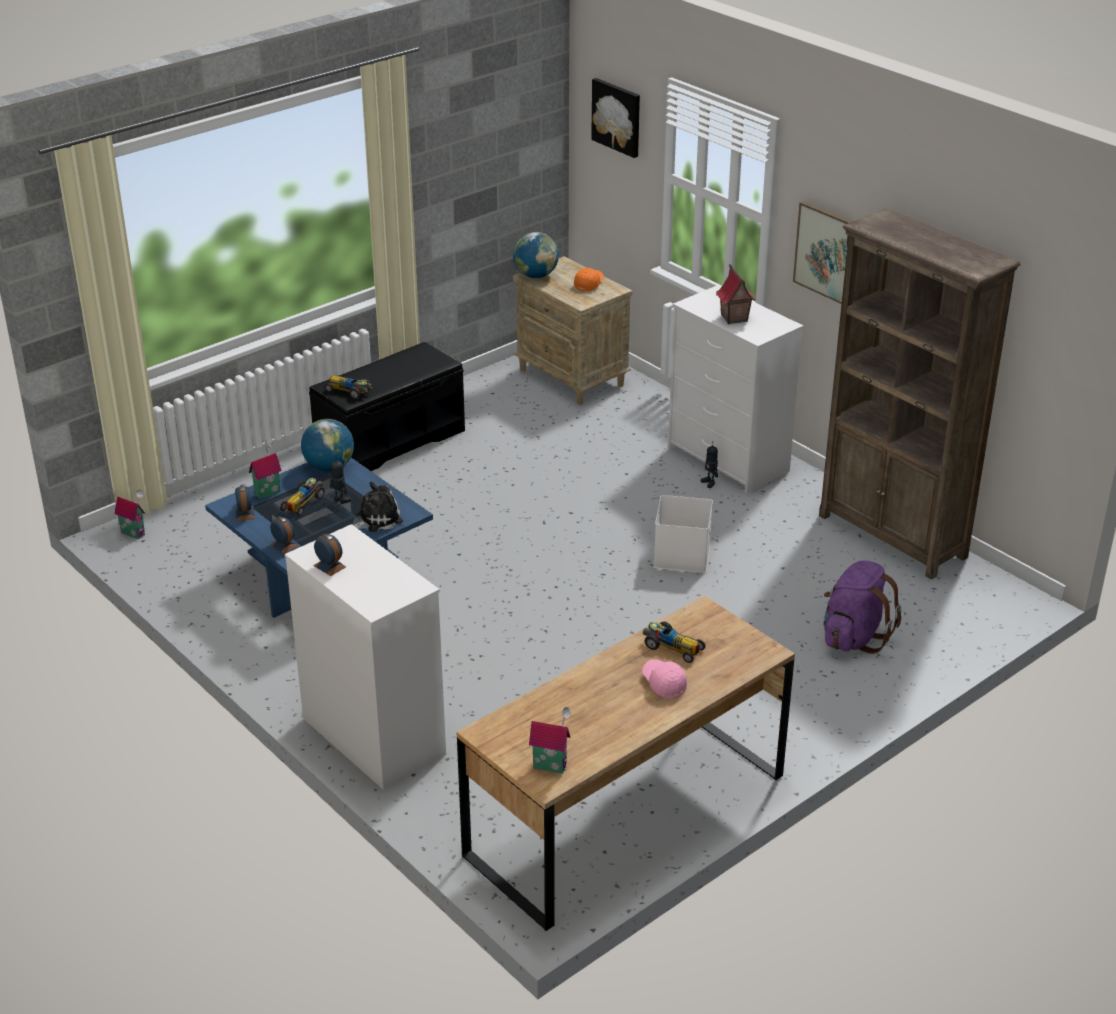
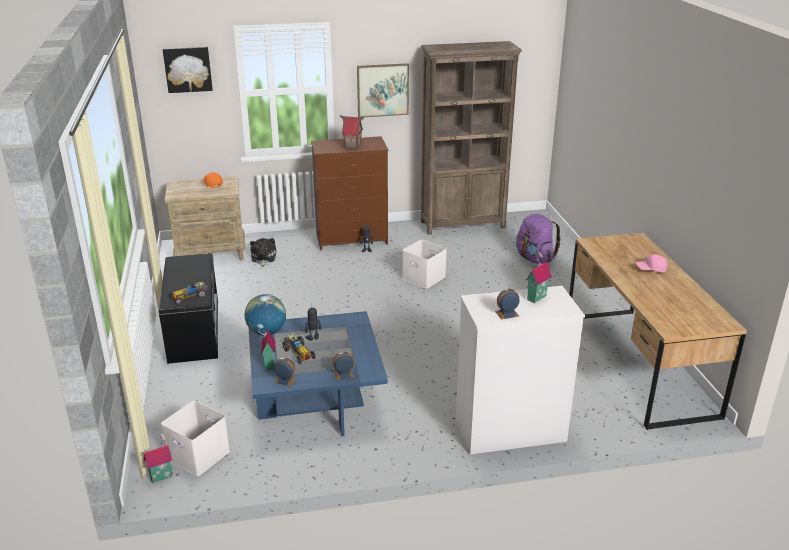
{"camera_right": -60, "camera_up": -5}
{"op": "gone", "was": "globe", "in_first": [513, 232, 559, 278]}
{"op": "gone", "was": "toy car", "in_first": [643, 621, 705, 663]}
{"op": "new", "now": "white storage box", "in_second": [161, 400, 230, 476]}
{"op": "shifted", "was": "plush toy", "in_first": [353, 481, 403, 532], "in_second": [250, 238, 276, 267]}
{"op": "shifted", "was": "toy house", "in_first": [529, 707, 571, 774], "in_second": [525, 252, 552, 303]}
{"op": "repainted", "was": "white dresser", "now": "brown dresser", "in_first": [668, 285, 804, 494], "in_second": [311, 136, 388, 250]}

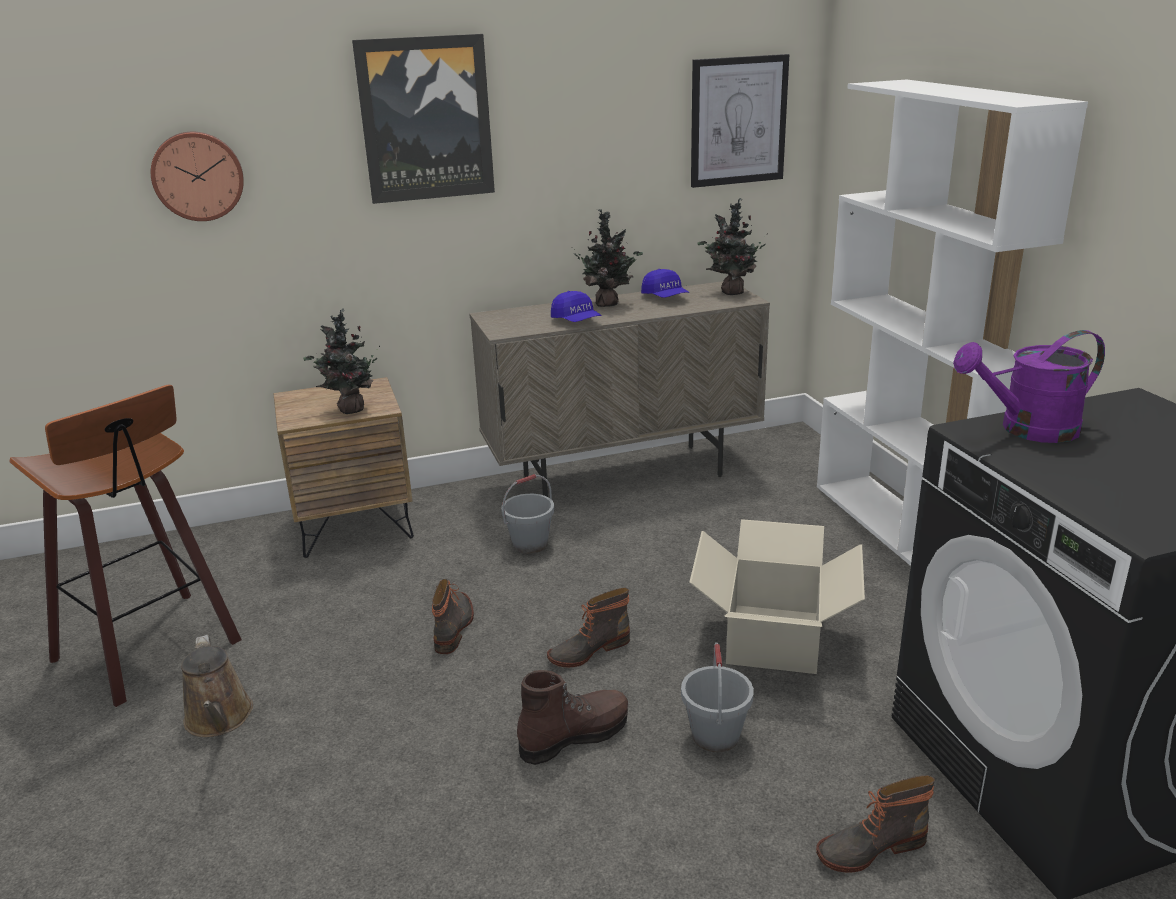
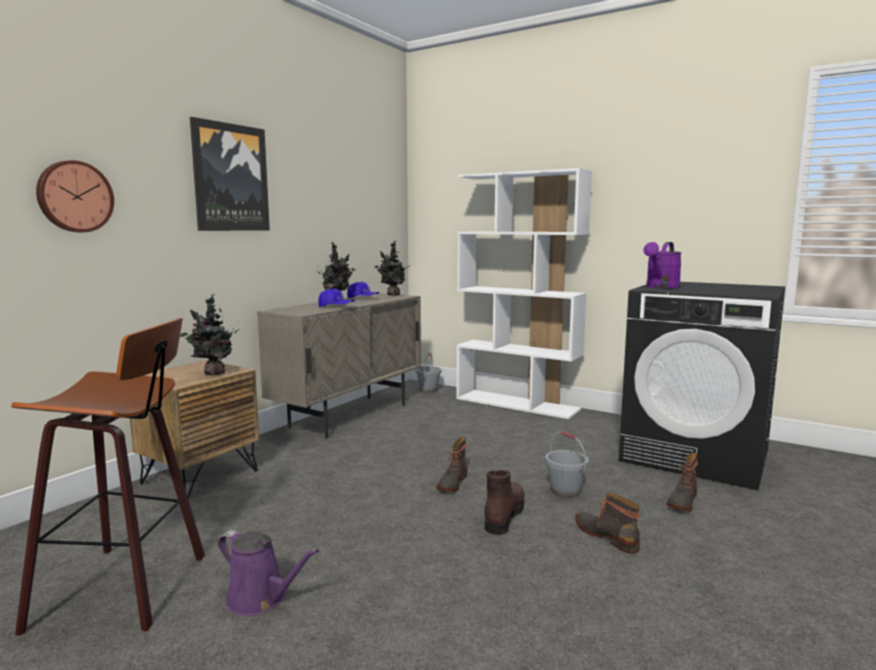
{"camera_right": -40, "camera_up": -15}
{"op": "gone", "was": "cardboard box", "in_first": [689, 519, 865, 674]}
{"op": "gone", "was": "picture", "in_first": [691, 54, 789, 188]}
{"op": "shifted", "was": "boot", "in_first": [432, 579, 474, 654], "in_second": [575, 493, 640, 554]}
{"op": "shifted", "was": "grey bucket", "in_first": [501, 474, 554, 553], "in_second": [416, 353, 441, 393]}
{"op": "repainted", "was": "brown watering can", "now": "purple watering can", "in_first": [181, 635, 253, 737], "in_second": [218, 530, 319, 616]}

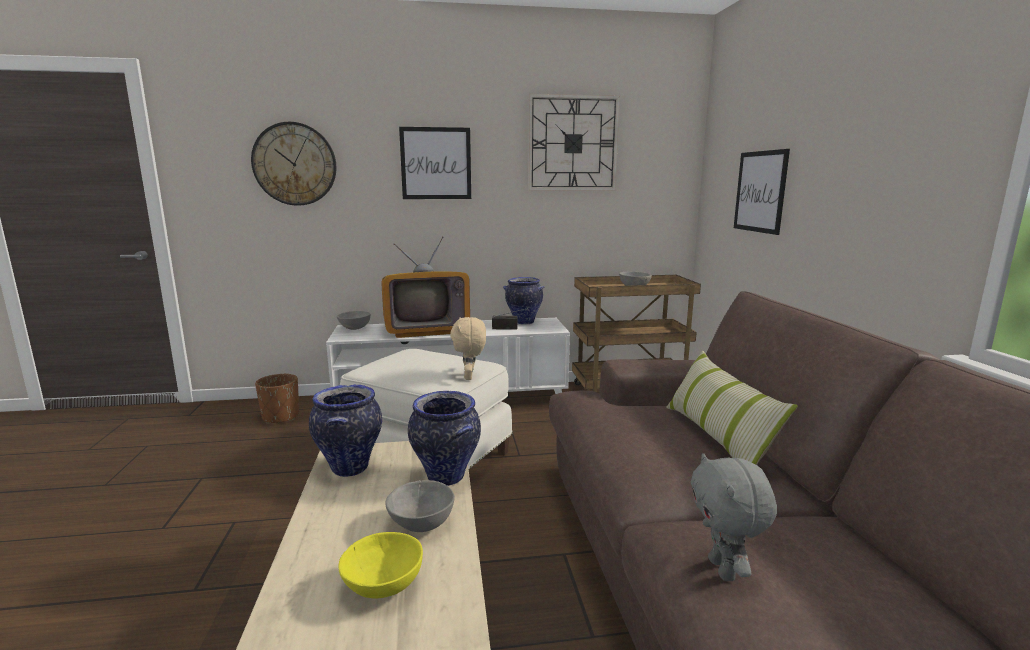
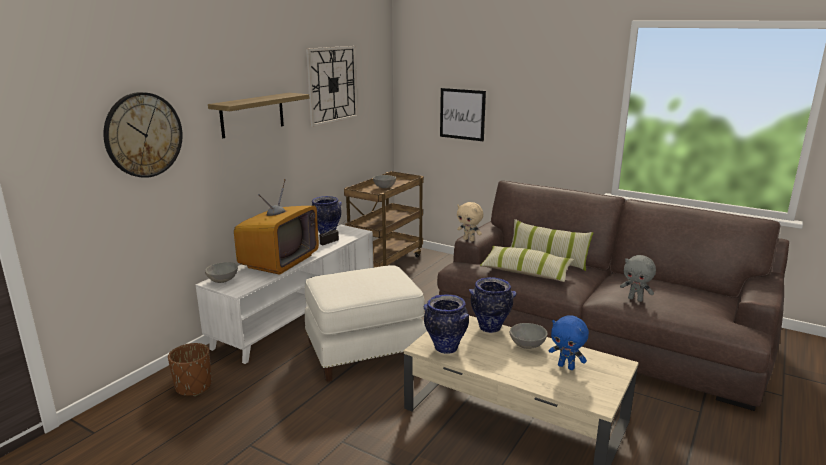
{"camera_right": -50, "camera_up": 5}
{"op": "new", "now": "pillow", "in_second": [480, 246, 574, 282]}
{"op": "shifted", "was": "beige plush toy", "in_first": [450, 317, 486, 380], "in_second": [457, 202, 483, 242]}
{"op": "swapped", "was": "yellow bowl", "now": "blue plush toy", "in_first": [339, 532, 423, 598], "in_second": [549, 315, 589, 370]}
{"op": "swapped", "was": "picture", "now": "shelf", "in_first": [399, 127, 471, 199], "in_second": [208, 93, 309, 138]}

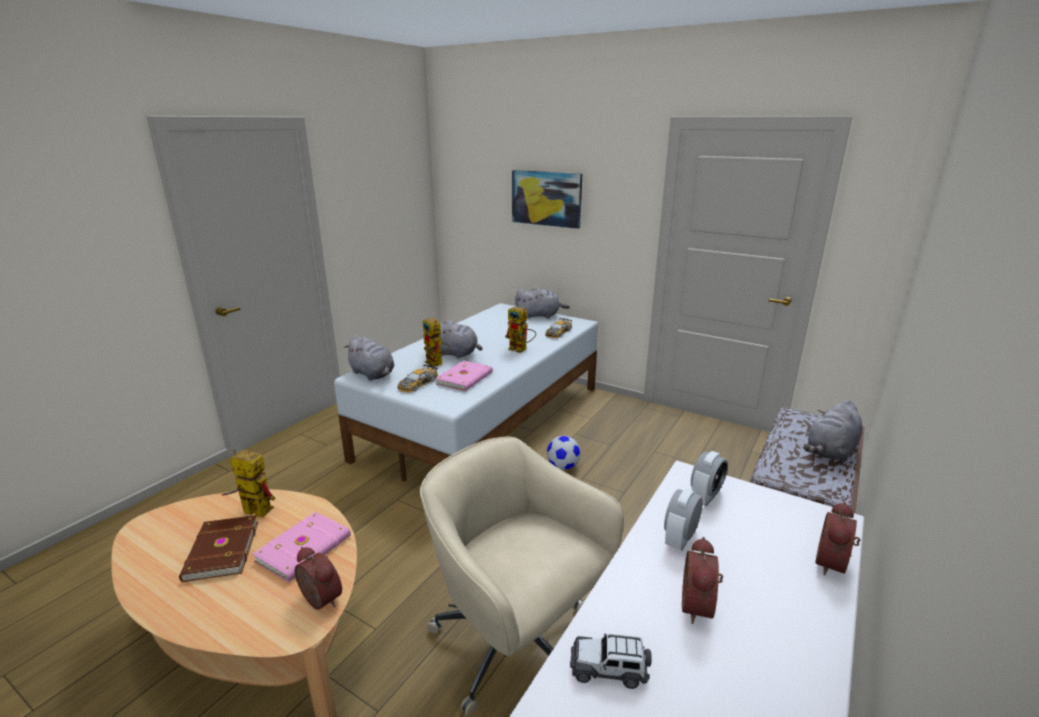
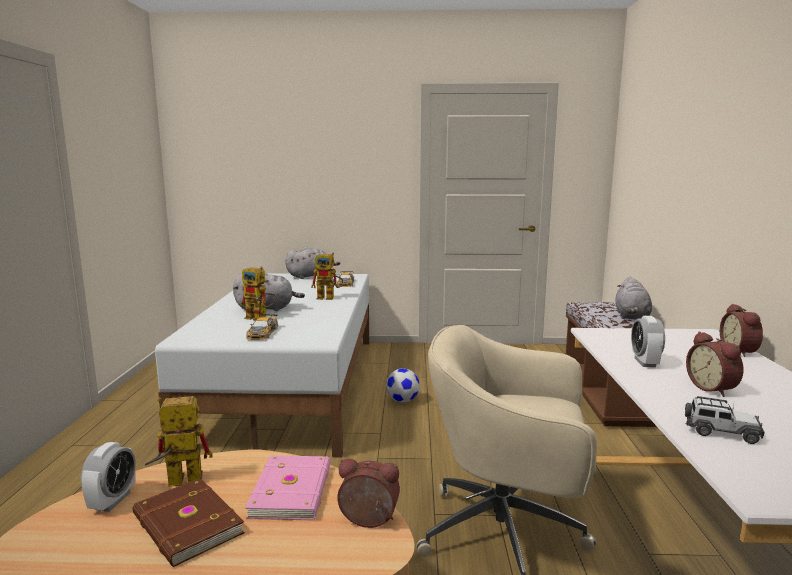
{"camera_right": -30, "camera_up": -10}
{"op": "gone", "was": "grey plush toy", "in_first": [344, 335, 395, 381]}
{"op": "gone", "was": "pink book", "in_first": [435, 360, 493, 392]}
{"op": "gone", "was": "picture", "in_first": [512, 170, 582, 229]}
{"op": "shifted", "was": "alarm clock", "in_first": [691, 451, 728, 506], "in_second": [81, 442, 136, 512]}
{"op": "rotated", "was": "toy car", "in_first": [570, 633, 652, 689], "in_second": [685, 396, 765, 444], "clockwise": -135}

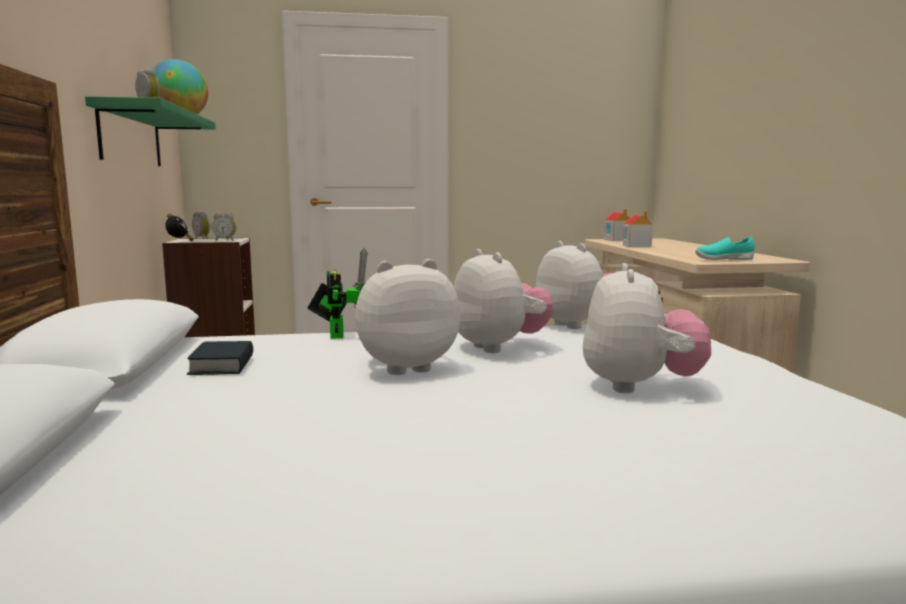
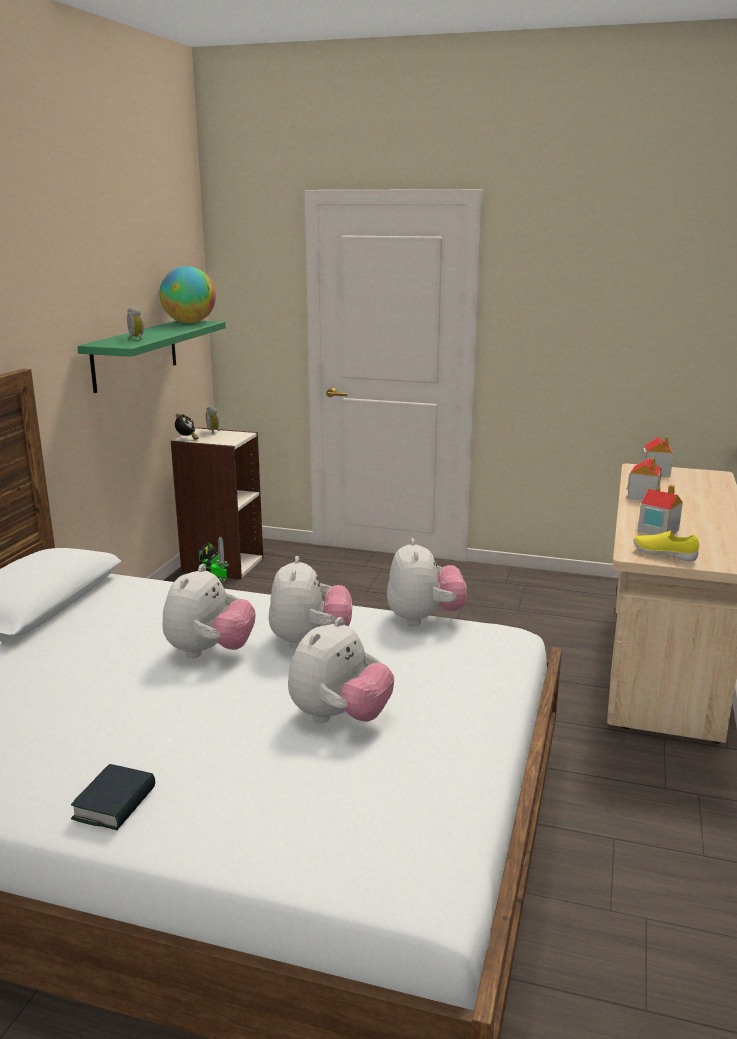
{"camera_right": 25, "camera_up": 10}
{"op": "gone", "was": "alarm clock", "in_first": [212, 213, 236, 241]}
{"op": "new", "now": "toy house", "in_second": [638, 485, 683, 535]}
{"op": "shifted", "was": "book", "in_first": [187, 341, 253, 375], "in_second": [71, 764, 155, 830]}
{"op": "repainted", "was": "turquoise shoe", "now": "yellow shoe", "in_first": [695, 237, 755, 260], "in_second": [633, 531, 699, 561]}
{"op": "rotated", "was": "plush toy", "in_first": [354, 259, 460, 375], "in_second": [162, 564, 255, 658], "clockwise": 105}

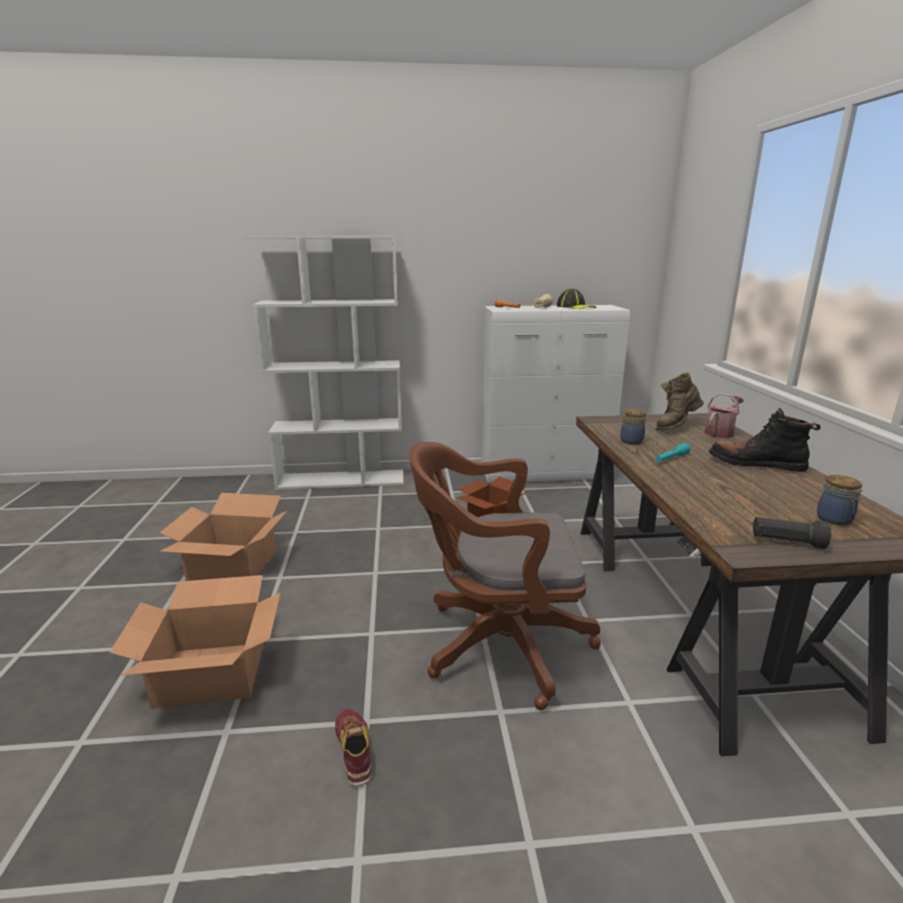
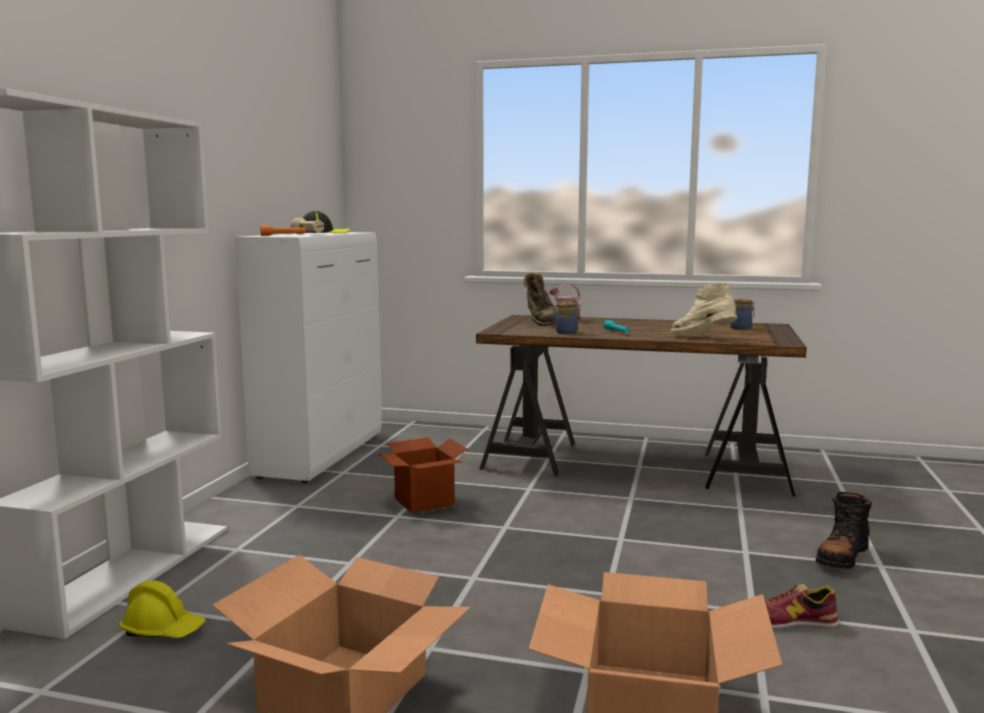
{"camera_right": -70, "camera_up": -10}
{"op": "gone", "was": "brown office chair", "in_first": [409, 442, 601, 710]}
{"op": "gone", "was": "black flashlight", "in_first": [752, 517, 831, 549]}
{"op": "new", "now": "yellow hard hat", "in_second": [119, 580, 205, 638]}
{"op": "new", "now": "beige boot", "in_second": [671, 282, 737, 335]}
{"op": "shifted", "was": "black boot", "in_first": [709, 408, 821, 472], "in_second": [816, 492, 872, 569]}

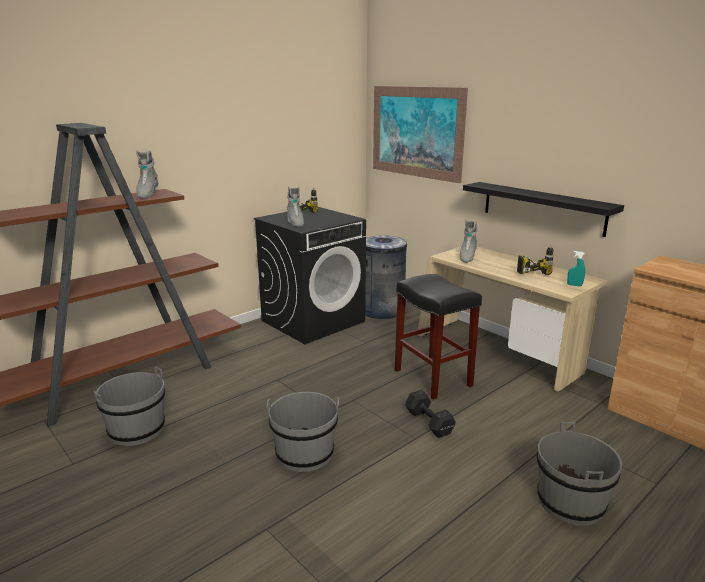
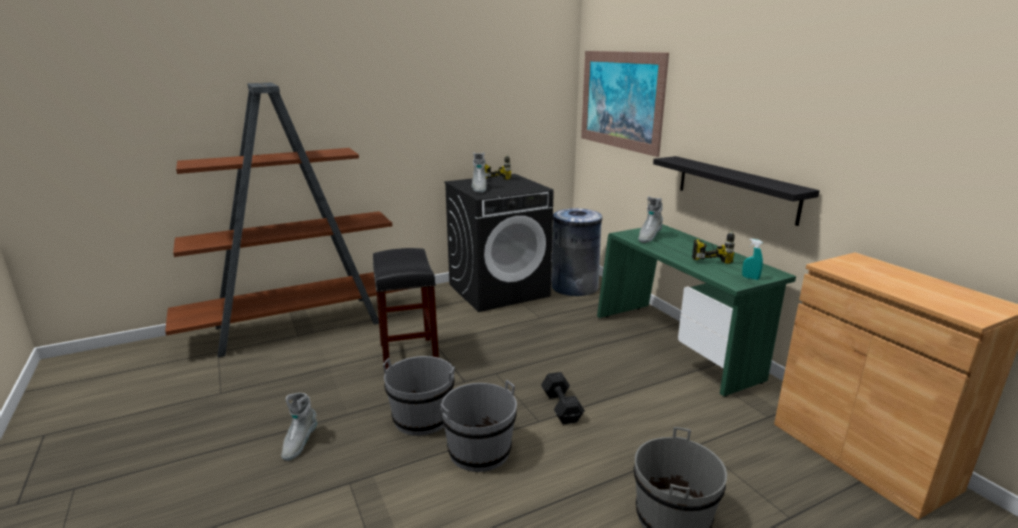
{"camera_right": 15, "camera_up": 0}
{"op": "shifted", "was": "grey bucket", "in_first": [93, 366, 165, 446], "in_second": [440, 380, 517, 472]}
{"op": "shifted", "was": "grey boot", "in_first": [136, 150, 159, 199], "in_second": [281, 393, 318, 461]}
{"op": "shifted", "was": "black stool", "in_first": [395, 274, 482, 400], "in_second": [373, 248, 439, 374]}
{"op": "repainted", "was": "beige desk", "now": "green desk", "in_first": [418, 247, 607, 392], "in_second": [597, 225, 796, 397]}

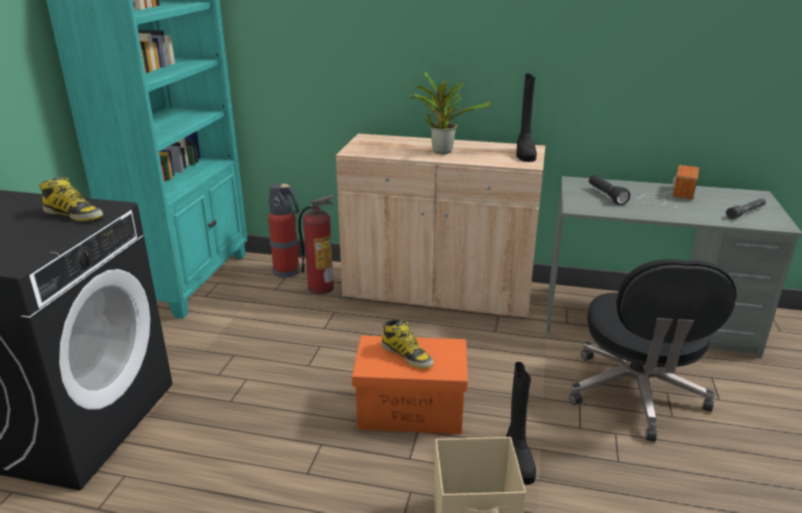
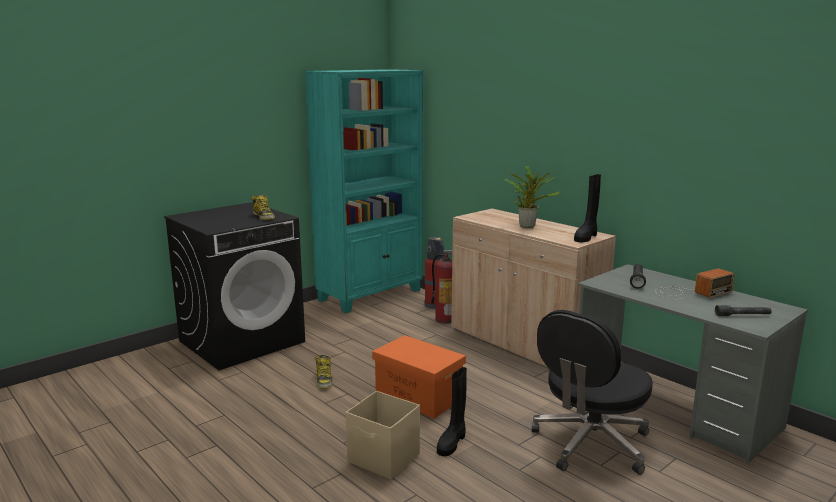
{"camera_right": 35, "camera_up": -10}
{"op": "shifted", "was": "boot", "in_first": [381, 320, 434, 369], "in_second": [315, 355, 333, 389]}

